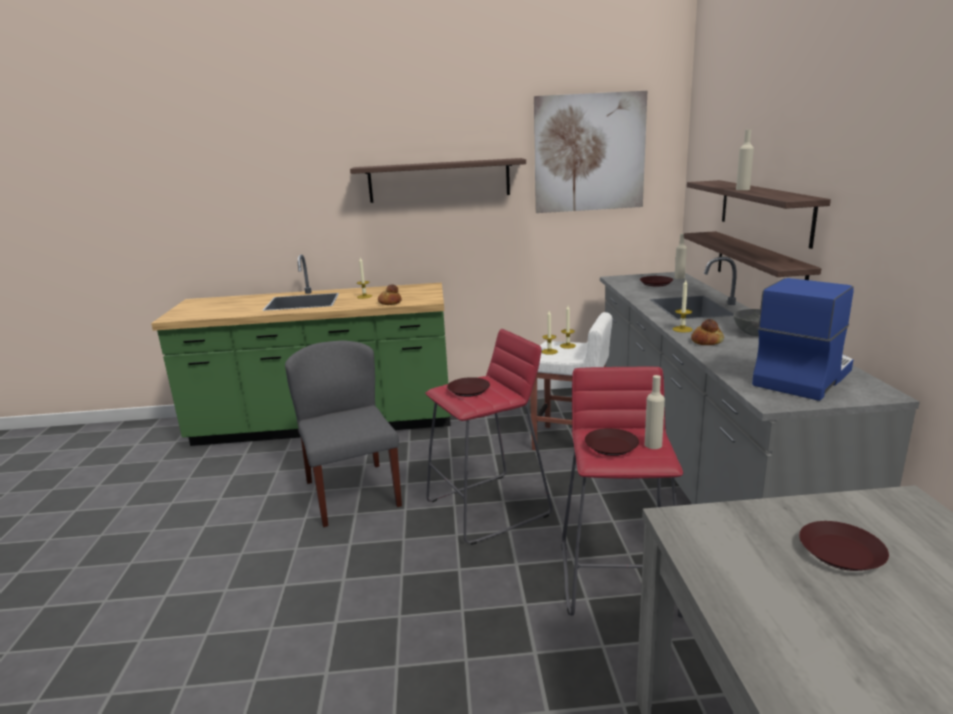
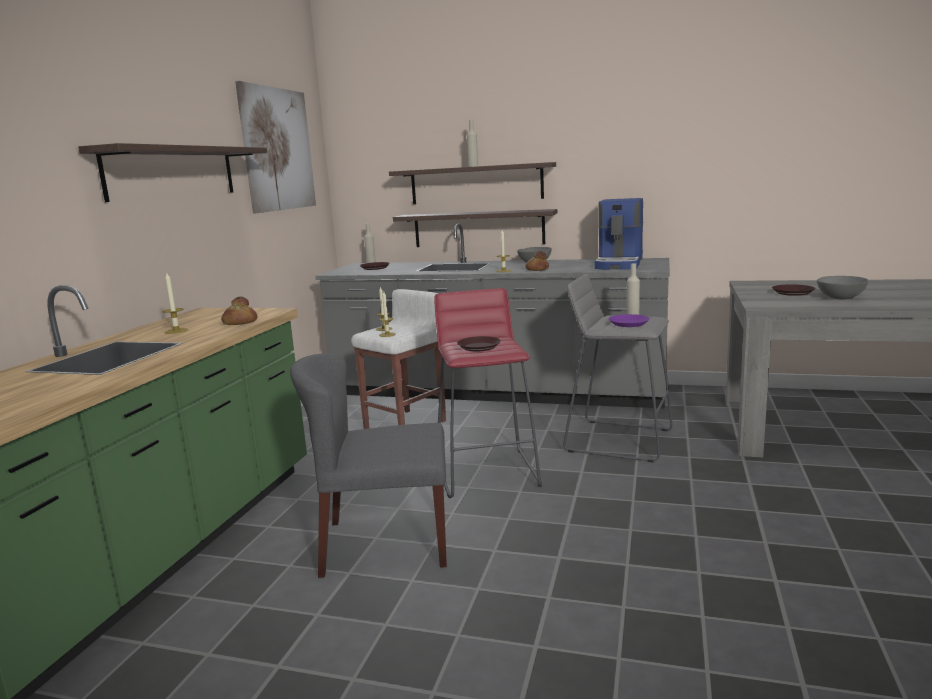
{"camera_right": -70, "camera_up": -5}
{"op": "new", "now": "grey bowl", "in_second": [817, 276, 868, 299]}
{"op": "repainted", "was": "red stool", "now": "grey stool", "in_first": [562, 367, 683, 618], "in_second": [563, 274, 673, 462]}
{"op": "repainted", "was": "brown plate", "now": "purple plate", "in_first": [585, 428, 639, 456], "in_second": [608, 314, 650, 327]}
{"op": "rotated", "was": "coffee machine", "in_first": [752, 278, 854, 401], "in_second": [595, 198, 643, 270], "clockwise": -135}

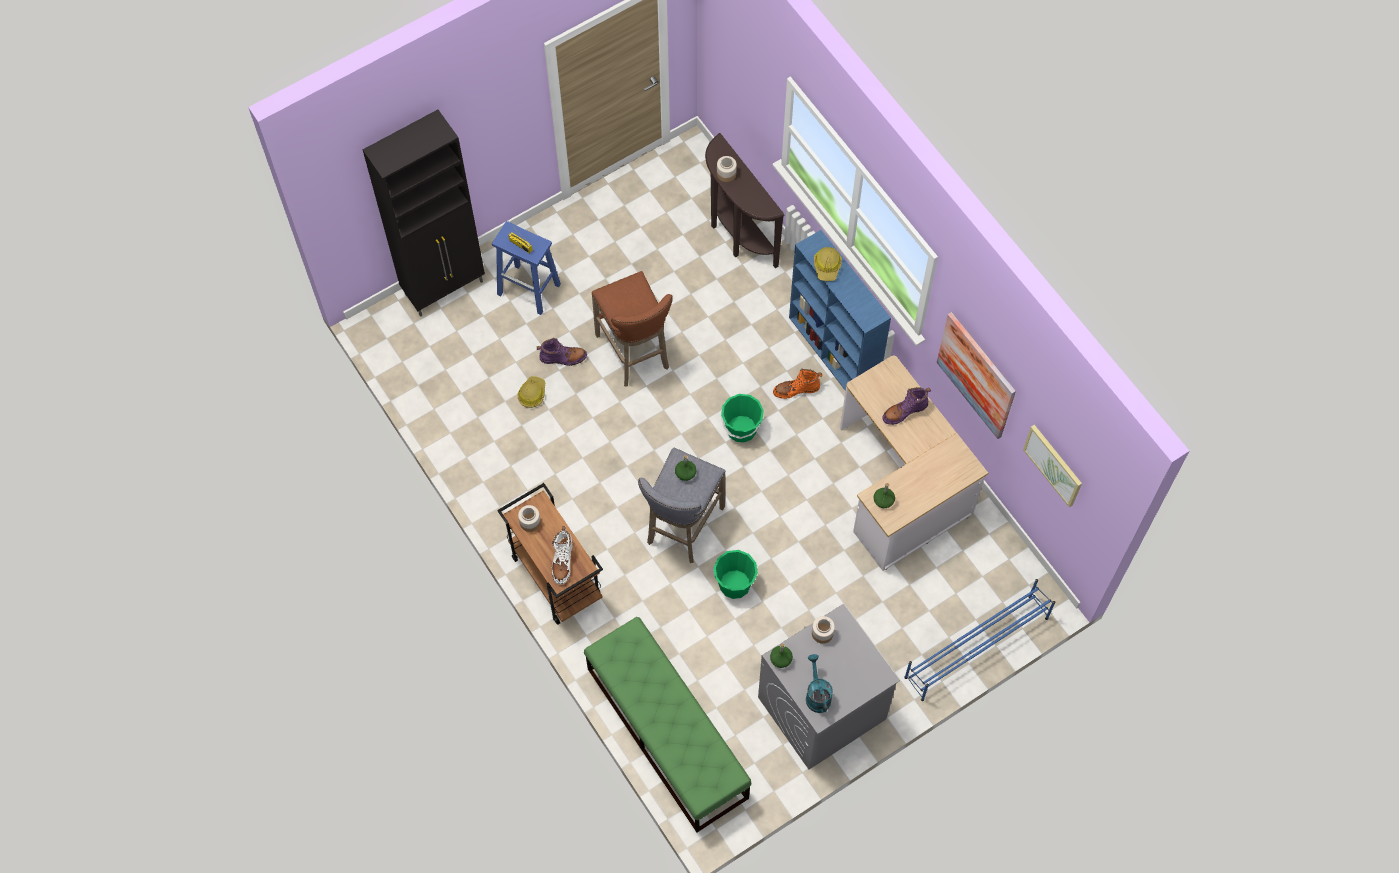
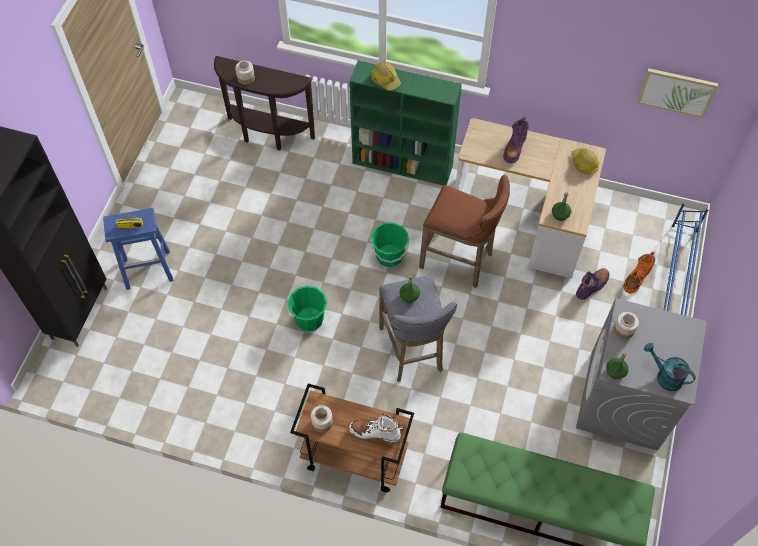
{"camera_right": -40, "camera_up": -5}
{"op": "gone", "was": "picture", "in_first": [937, 312, 1016, 439]}
{"op": "shifted", "was": "hard hat", "in_first": [517, 376, 545, 408], "in_second": [571, 148, 600, 174]}
{"op": "shifted", "was": "purple boot", "in_first": [537, 338, 587, 366], "in_second": [576, 268, 609, 300]}
{"op": "shifted", "was": "brown stool", "in_first": [591, 271, 673, 386], "in_second": [419, 175, 510, 288]}
{"op": "shifted", "was": "green bucket", "in_first": [713, 550, 758, 599], "in_second": [287, 286, 327, 332]}
{"op": "shifted", "was": "orange boot", "in_first": [773, 369, 823, 399], "in_second": [623, 252, 655, 294]}
{"op": "repainted", "was": "blue bookcase", "now": "green bookcase", "in_first": [789, 230, 891, 391], "in_second": [349, 60, 462, 186]}
{"op": "rotated", "was": "white boot", "in_first": [551, 526, 573, 585], "in_second": [349, 414, 403, 442], "clockwise": 135}

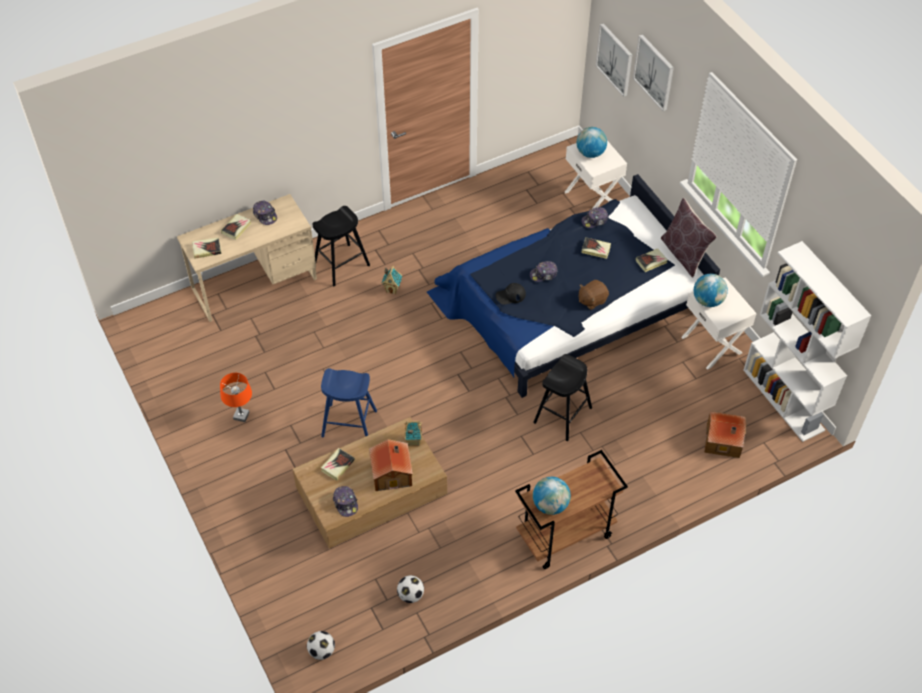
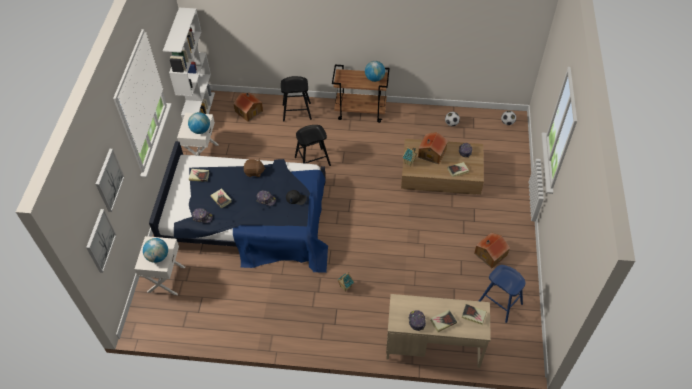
{"camera_right": -145, "camera_up": 0}
{"op": "gone", "was": "brown pillow", "in_first": [661, 198, 717, 278]}
{"op": "shifted", "was": "black stool", "in_first": [313, 206, 370, 286], "in_second": [281, 76, 312, 122]}
{"op": "shifted", "was": "blue stool", "in_first": [321, 368, 377, 438], "in_second": [479, 265, 525, 323]}
{"op": "swapped", "was": "orange table lamp", "now": "toy house", "in_first": [220, 373, 252, 422], "in_second": [474, 232, 510, 268]}

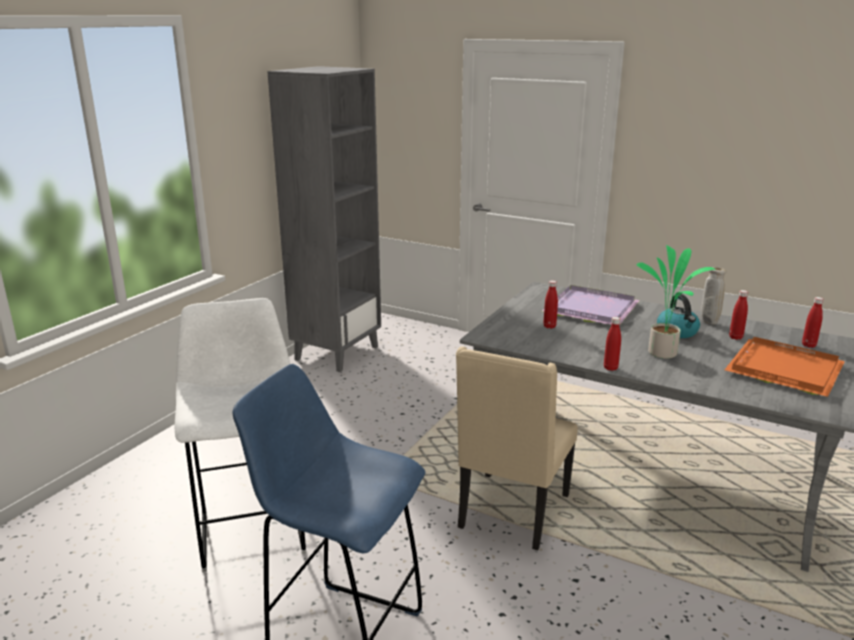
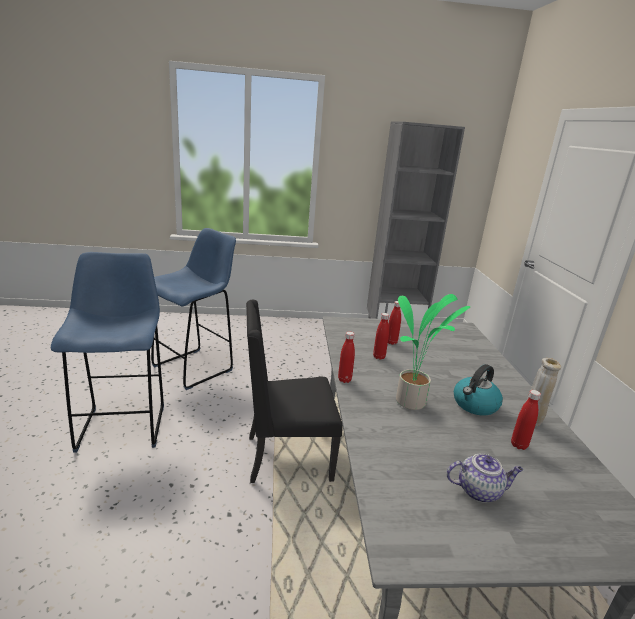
{"camera_right": 55, "camera_up": 0}
{"op": "gone", "was": "purple tray", "in_first": [542, 285, 640, 326]}
{"op": "shifted", "was": "red bottle", "in_first": [802, 297, 824, 348], "in_second": [373, 313, 389, 360]}
{"op": "swapped", "was": "orange tray", "now": "teapot", "in_first": [725, 337, 845, 397], "in_second": [446, 453, 523, 503]}
{"op": "repainted", "was": "white stool", "now": "blue stool", "in_first": [175, 298, 306, 573], "in_second": [151, 228, 236, 390]}
{"op": "repainted", "was": "beige chair", "now": "black chair", "in_first": [456, 346, 578, 550], "in_second": [246, 300, 343, 483]}

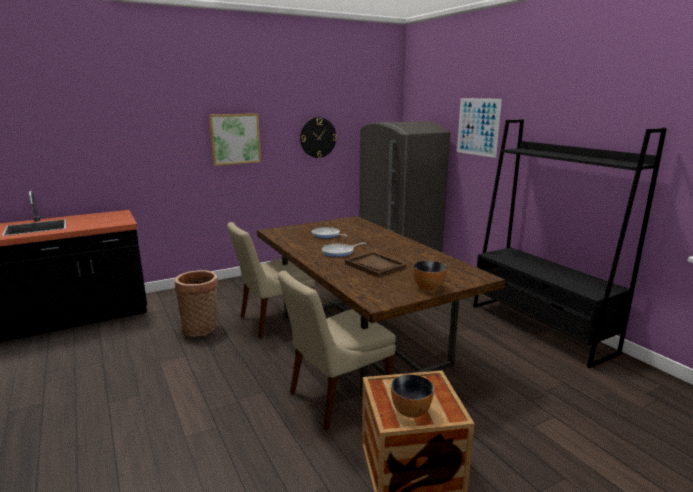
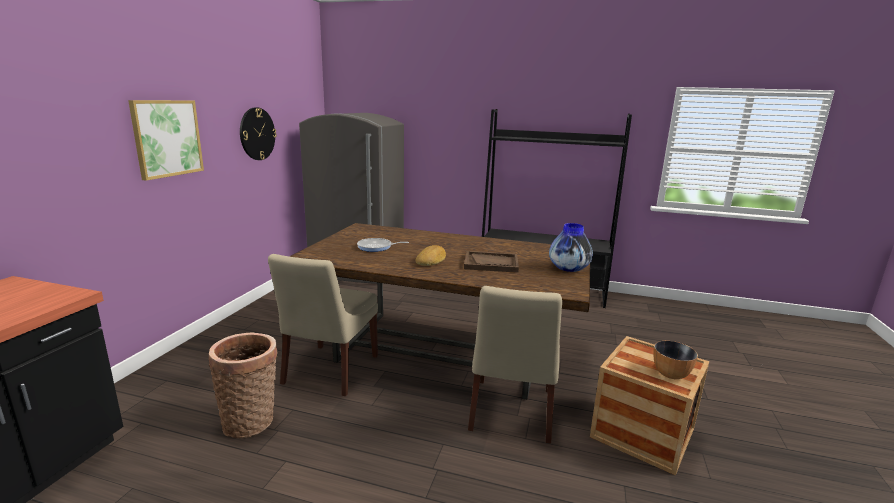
{"camera_right": -45, "camera_up": 0}
{"op": "gone", "was": "picture", "in_first": [457, 98, 502, 158]}
{"op": "swapped", "was": "frying pan", "now": "bread", "in_first": [322, 242, 365, 257], "in_second": [415, 245, 446, 266]}
{"op": "swapped", "was": "bowl", "now": "vase", "in_first": [413, 261, 447, 291], "in_second": [549, 223, 593, 272]}

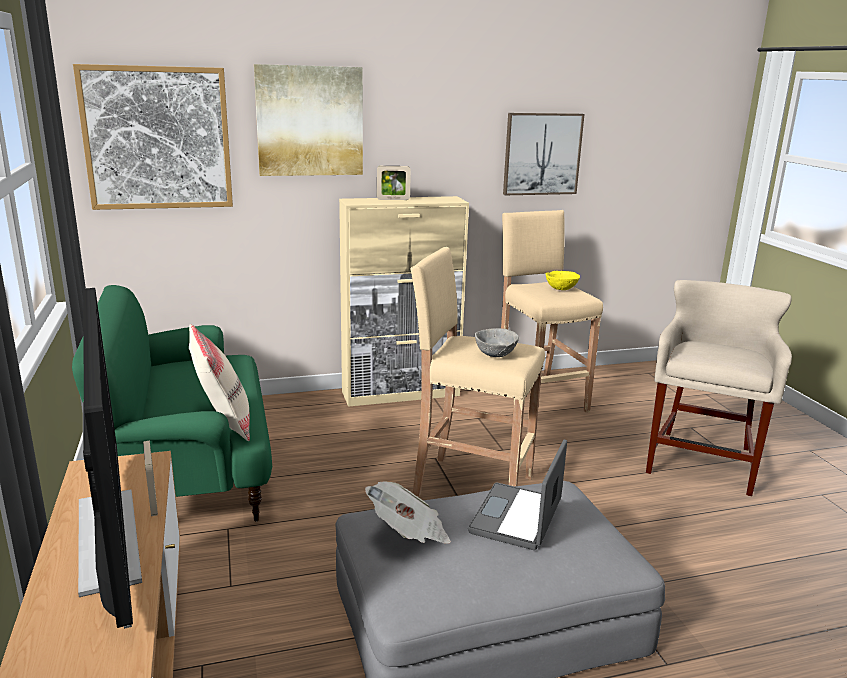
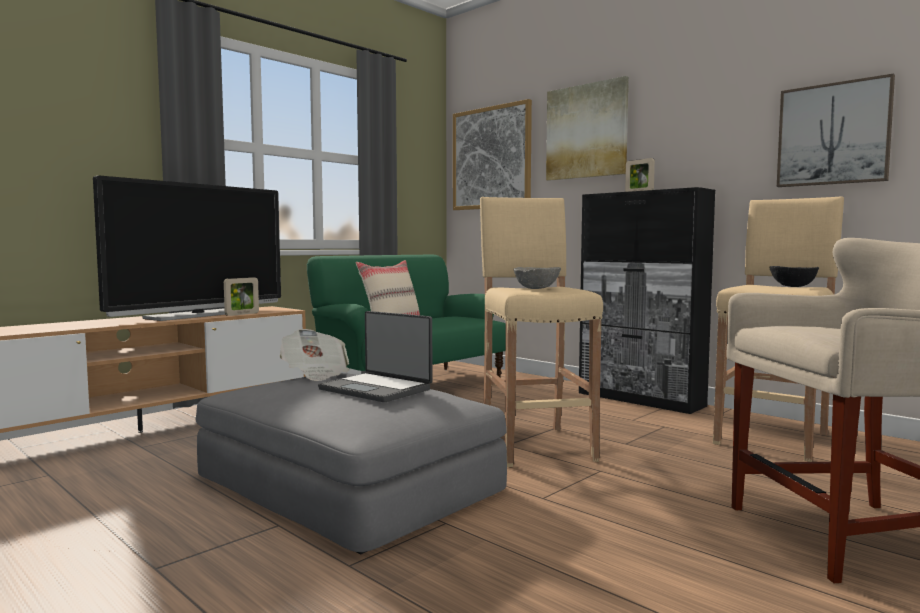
{"camera_right": 60, "camera_up": -15}
{"op": "repainted", "was": "beige cabinet", "now": "black cabinet", "in_first": [339, 196, 469, 407], "in_second": [579, 187, 715, 414]}
{"op": "repainted", "was": "yellow bowl", "now": "black bowl", "in_first": [546, 271, 580, 290], "in_second": [769, 266, 819, 287]}
{"op": "rotated", "was": "laptop", "in_first": [468, 440, 567, 550], "in_second": [318, 311, 433, 402], "clockwise": -135}

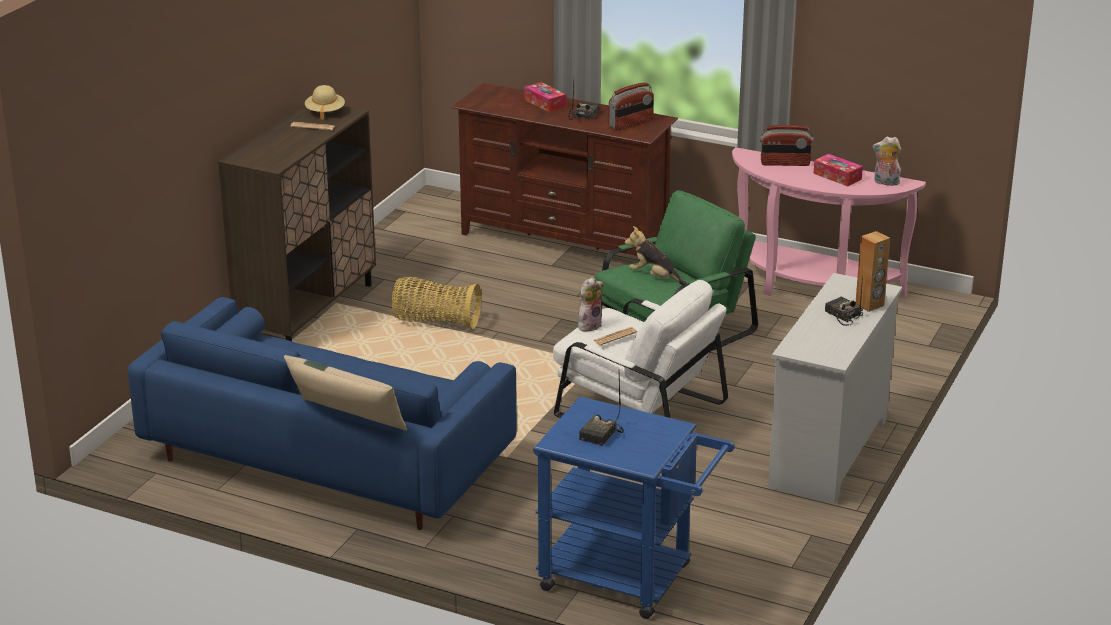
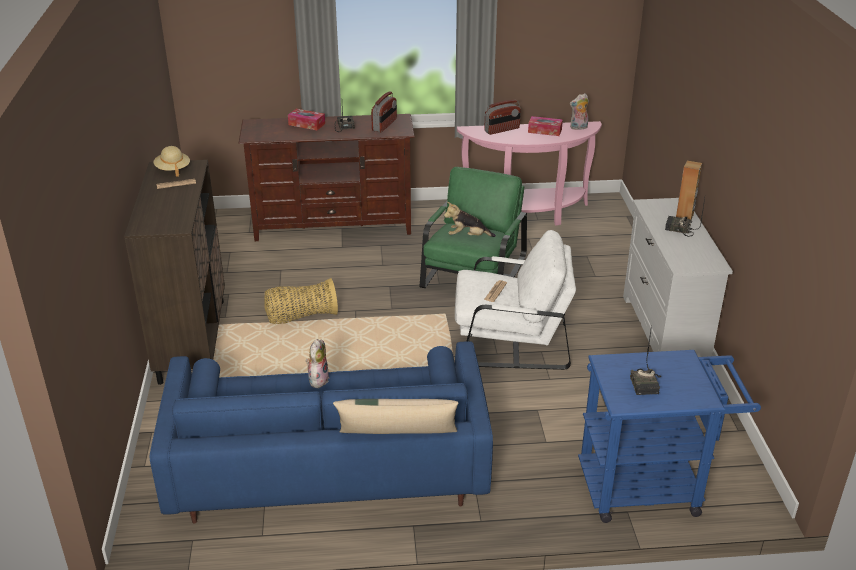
{"camera_right": -30, "camera_up": 5}
{"op": "shifted", "was": "plush toy", "in_first": [578, 277, 603, 331], "in_second": [306, 339, 330, 388]}

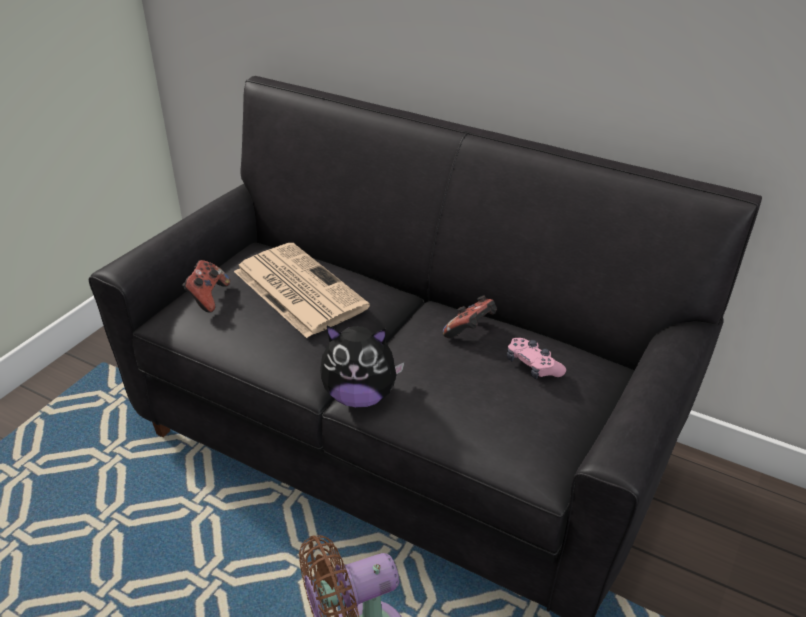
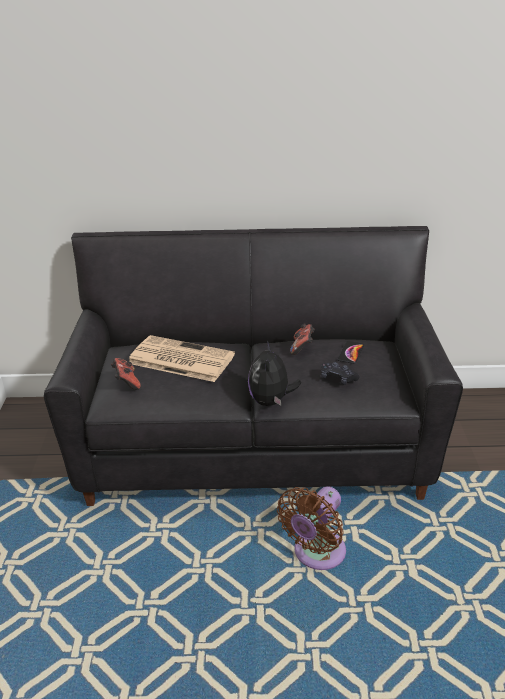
{"camera_right": -30, "camera_up": -5}
{"op": "new", "now": "black game controller", "in_second": [321, 362, 360, 385]}
{"op": "swapped", "was": "pink game controller", "now": "phone", "in_first": [507, 338, 566, 379], "in_second": [337, 341, 364, 364]}
{"op": "rotated", "was": "plush toy", "in_first": [320, 326, 405, 407], "in_second": [248, 341, 301, 406], "clockwise": 120}

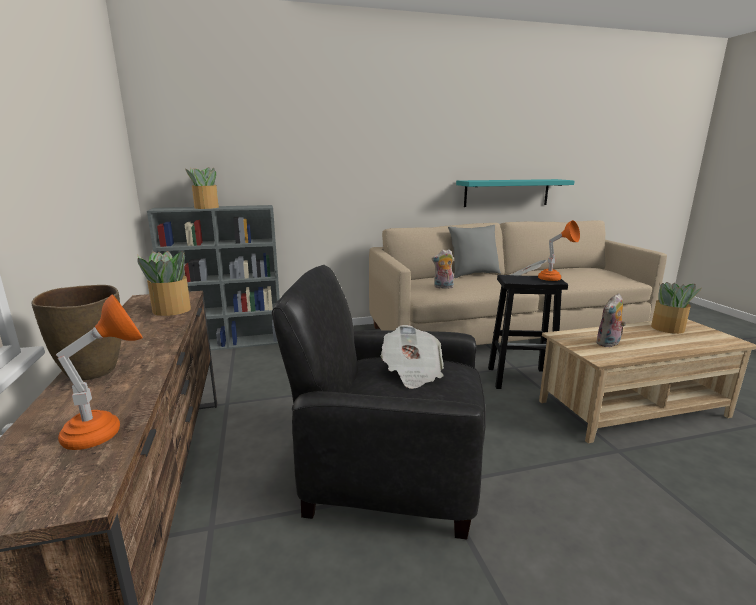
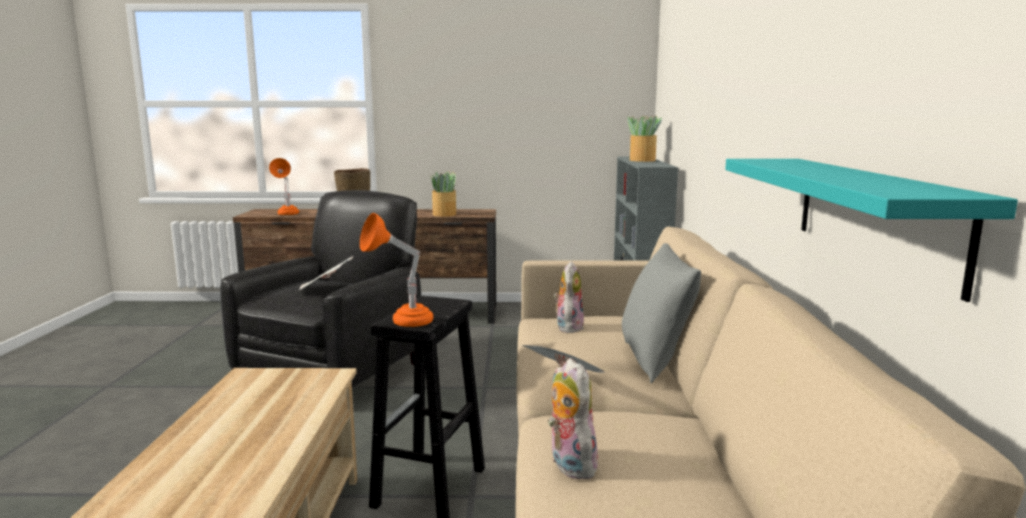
{"camera_right": 105, "camera_up": -5}
{"op": "gone", "was": "potted plant", "in_first": [651, 282, 702, 334]}
{"op": "shifted", "was": "plush toy", "in_first": [595, 293, 626, 347], "in_second": [548, 358, 598, 479]}

